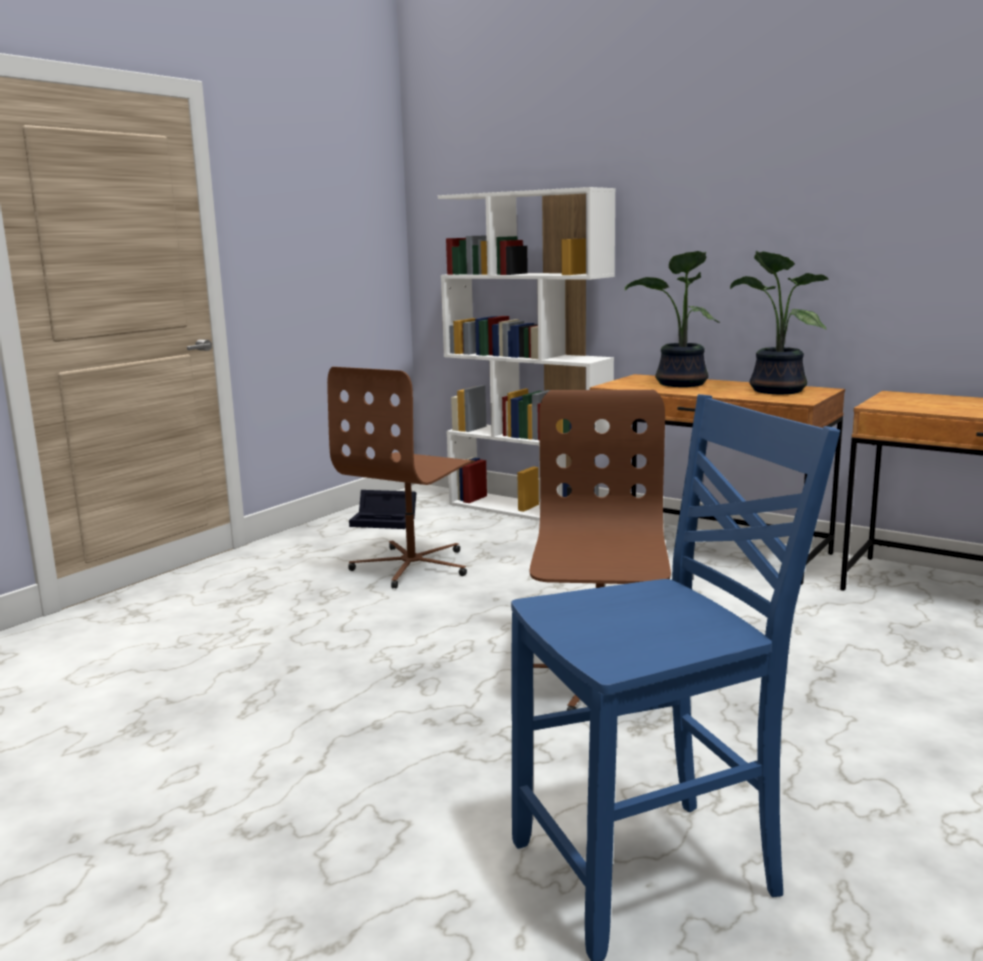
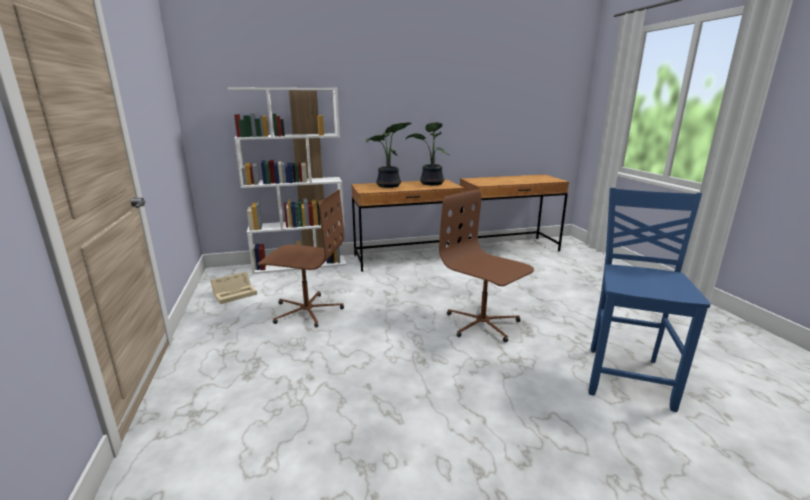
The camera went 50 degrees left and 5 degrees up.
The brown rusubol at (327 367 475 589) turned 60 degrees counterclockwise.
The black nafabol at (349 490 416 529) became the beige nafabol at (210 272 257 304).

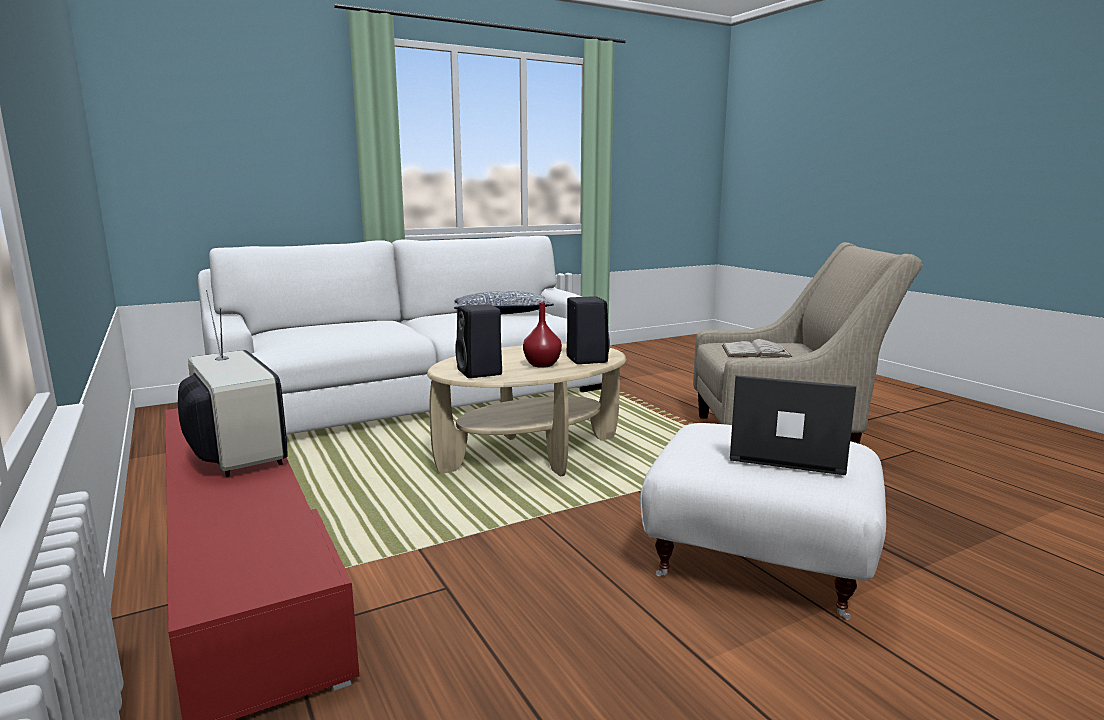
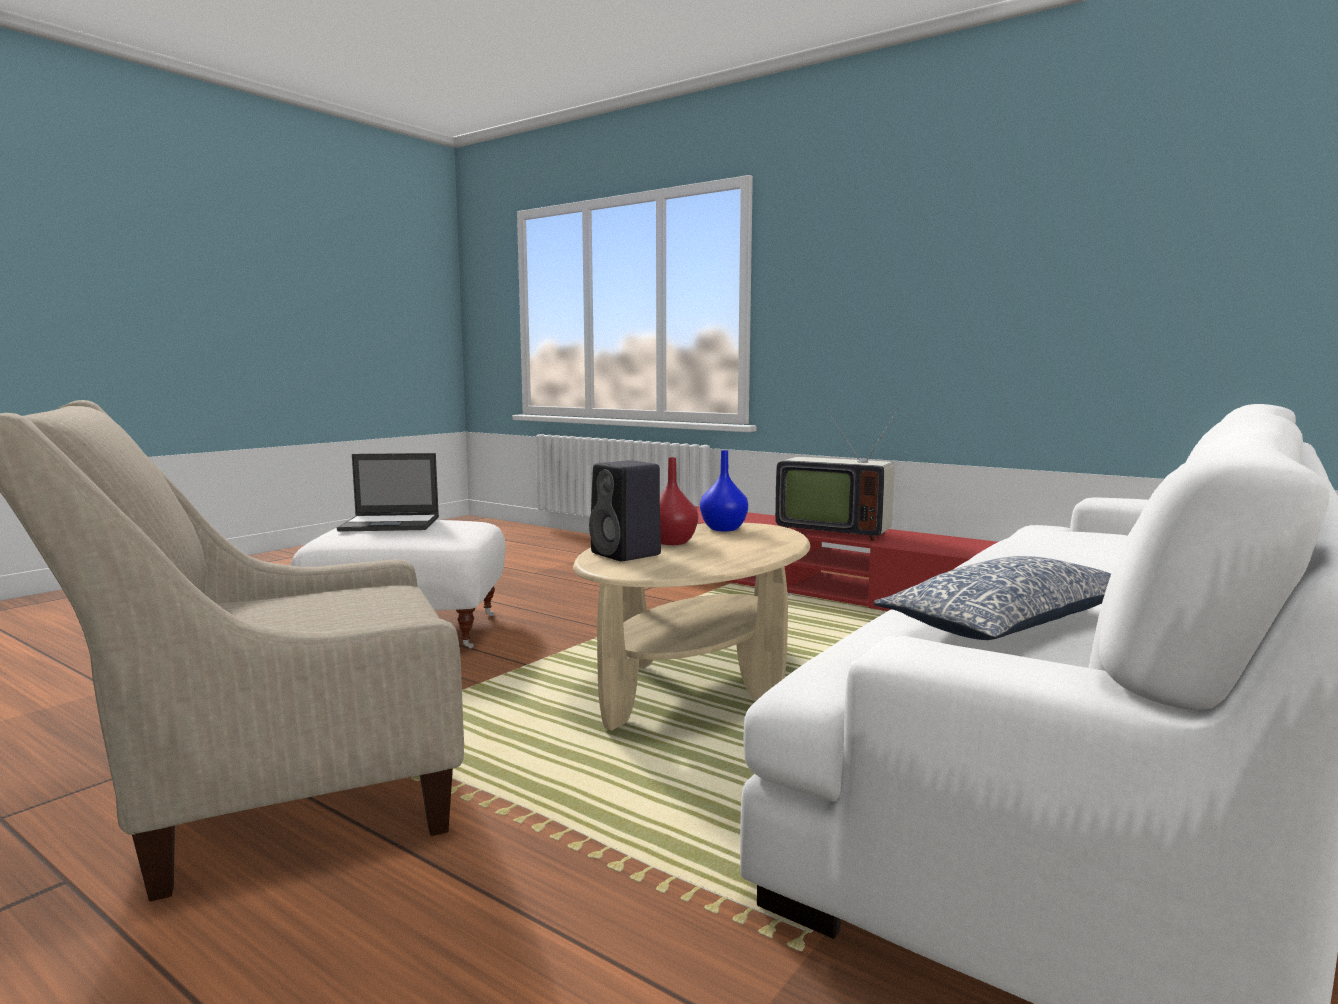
The camera went 155 degrees right and 5 degrees down.
The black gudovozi at (455 304 502 378) was replaced by the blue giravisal at (700 450 748 531).
The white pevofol at (722 339 792 358) disappeared.

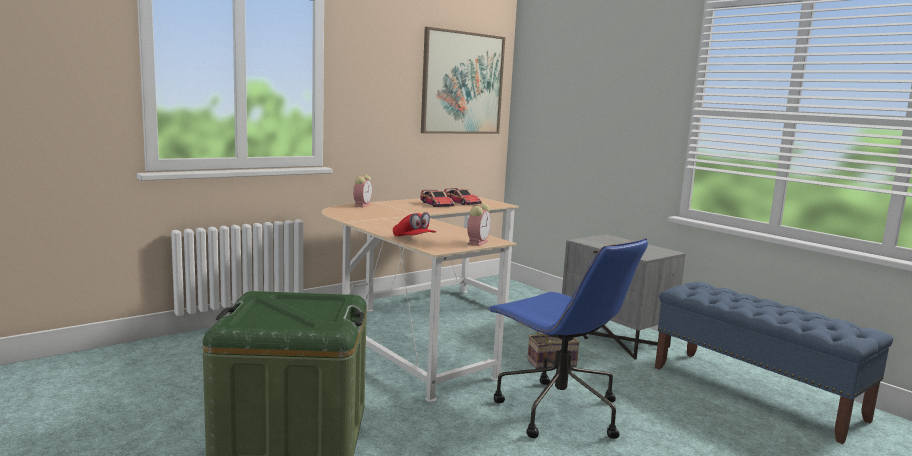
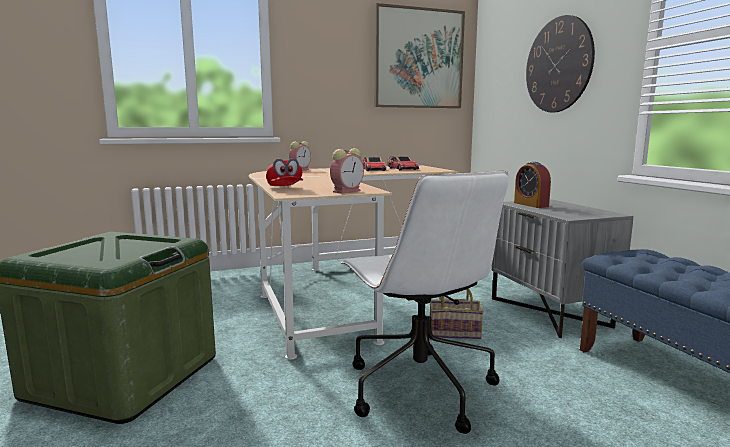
The camera went 20 degrees right and 0 degrees up.
The blue rusubol at (487 238 648 439) became the white rusubol at (341 171 509 434).
The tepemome at (514 162 551 208) appeared.
The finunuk at (526 15 595 112) appeared.

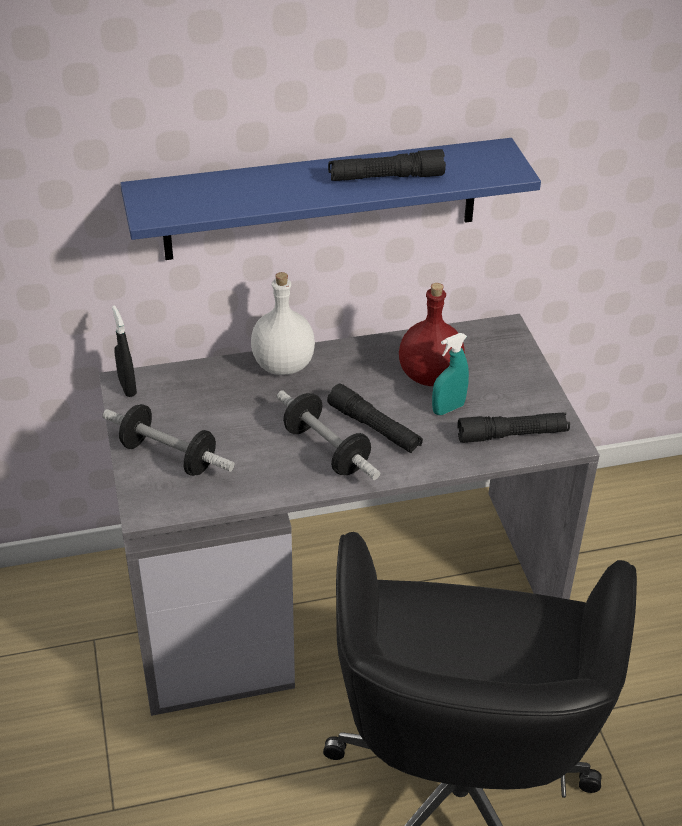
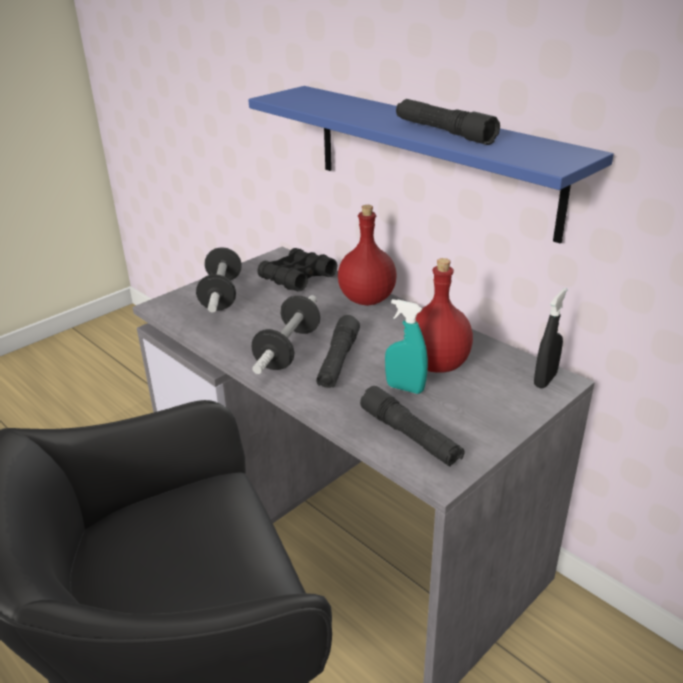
The camera went 60 degrees right and 10 degrees down.
The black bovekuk moved from (112 305 137 397) to (534 288 567 388).
The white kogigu at (251 272 315 375) became the red kogigu at (338 205 397 306).
The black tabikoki at (258 248 337 292) appeared.

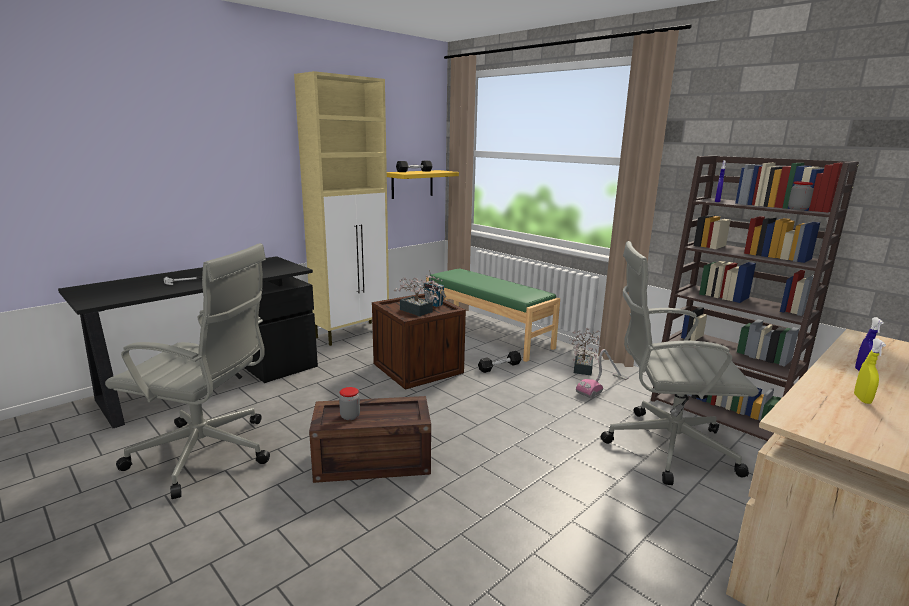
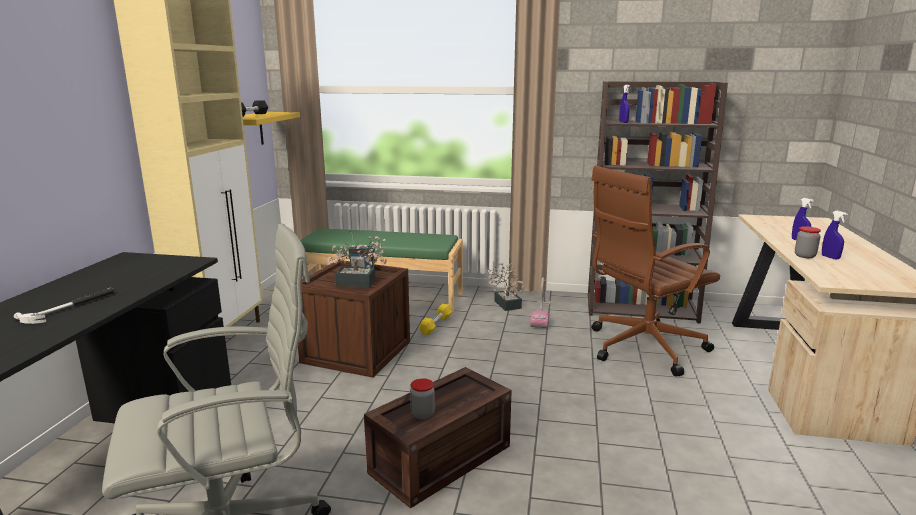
The camera went 35 degrees left and 0 degrees up.
The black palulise at (478 351 521 373) became the yellow palulise at (419 304 452 335).
The grey rusubol at (601 241 759 485) became the brown rusubol at (591 166 720 377).
The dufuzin moved from (788 181 814 210) to (795 226 821 258).
The yellow bovekuk at (854 338 886 404) became the blue bovekuk at (822 211 848 260).

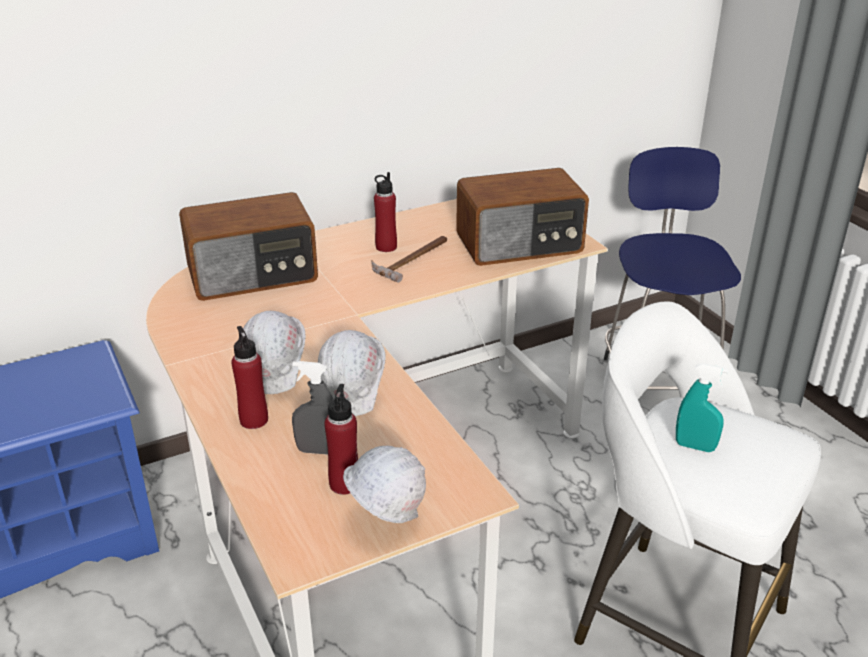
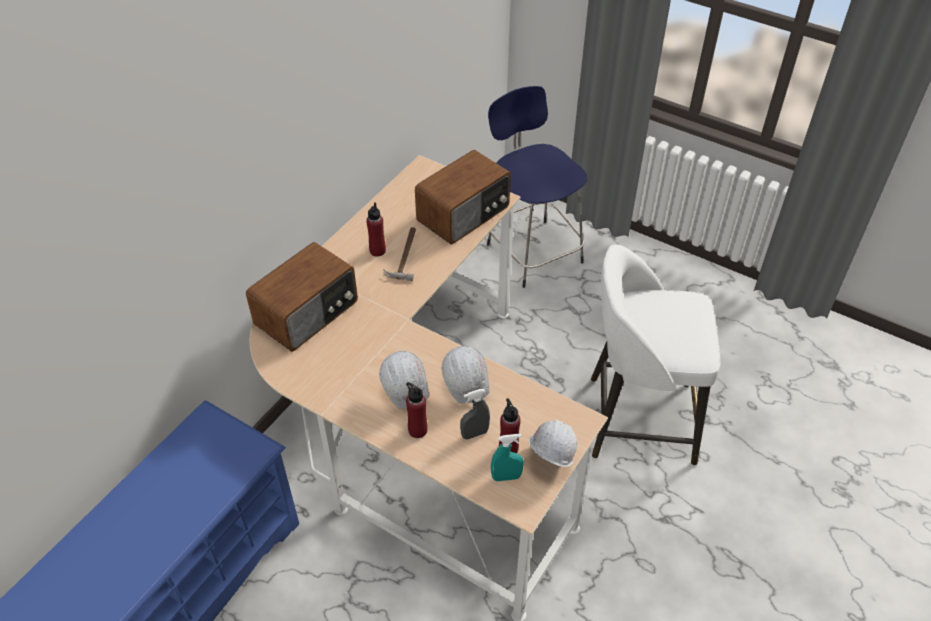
The camera went 30 degrees left and 15 degrees up.
The turquoise bovekuk moved from (676 363 729 452) to (491 434 524 481).

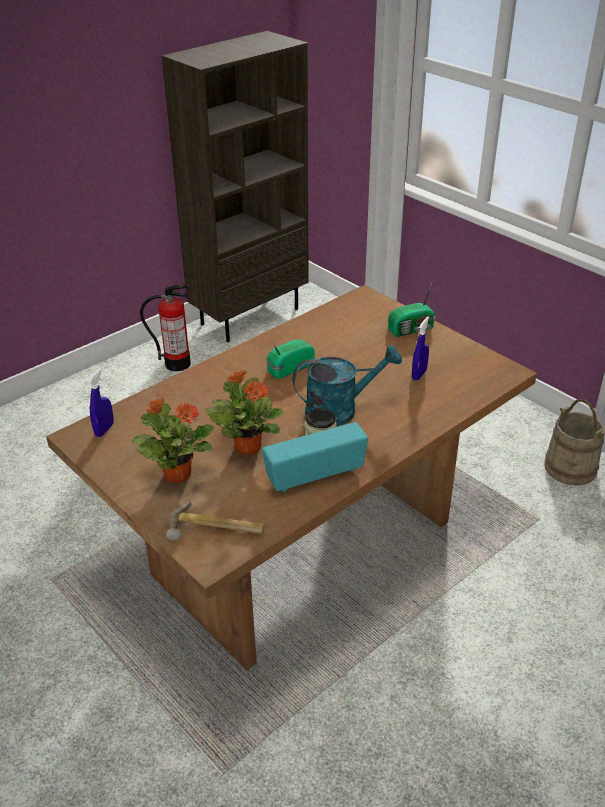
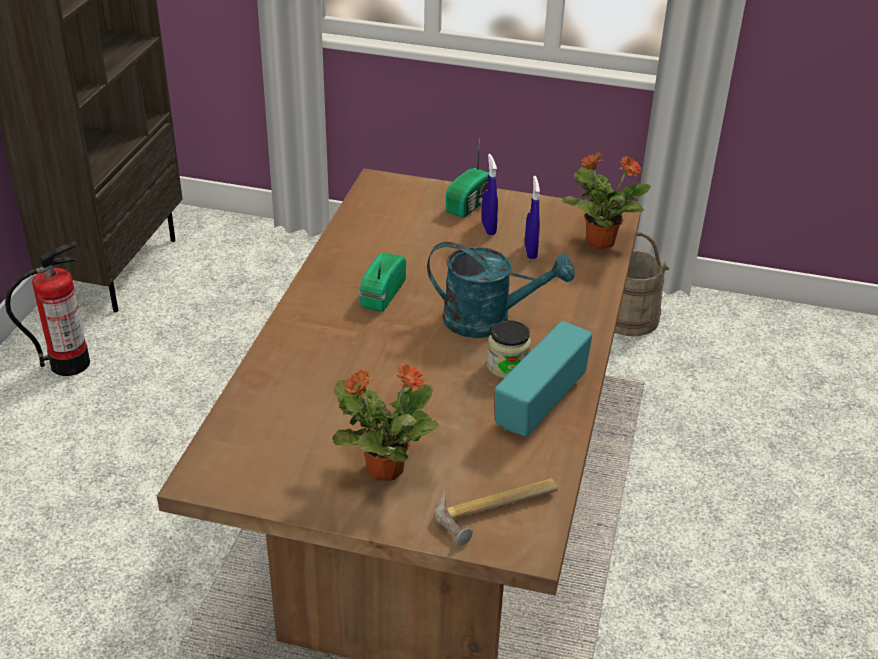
The camera went 35 degrees left and 0 degrees up.
The blue bovekuk moved from (88 368 114 437) to (481 154 498 235).
The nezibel moved from (206 370 283 454) to (562 152 651 249).
The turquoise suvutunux at (293 345 402 426) turned 60 degrees clockwise.

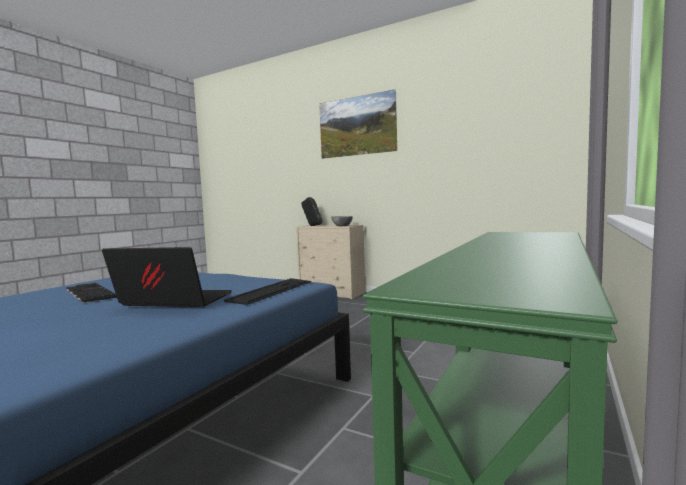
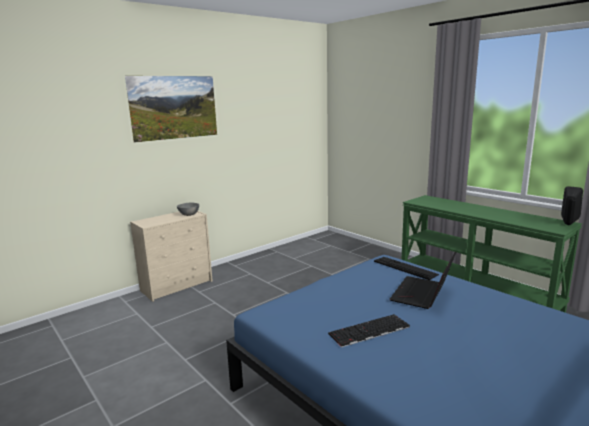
The camera went 70 degrees left and 10 degrees up.
The black gudovozi moved from (301 197 323 226) to (561 186 583 225).

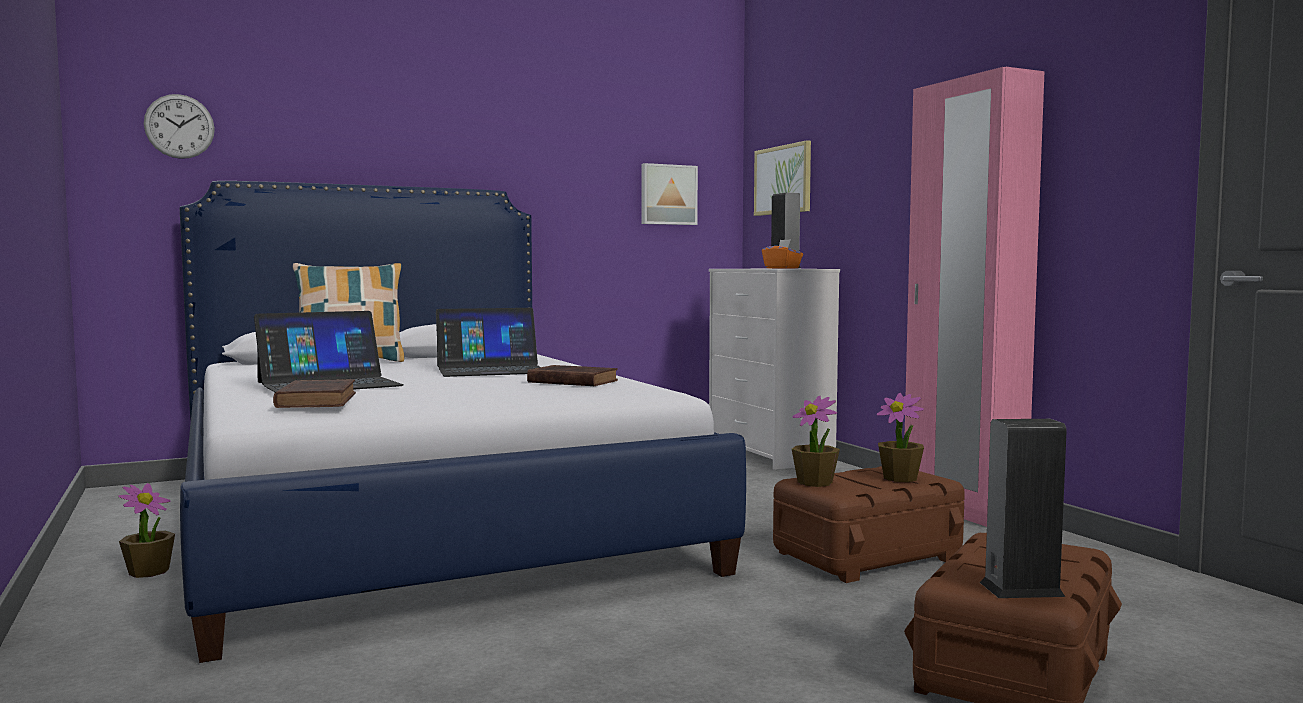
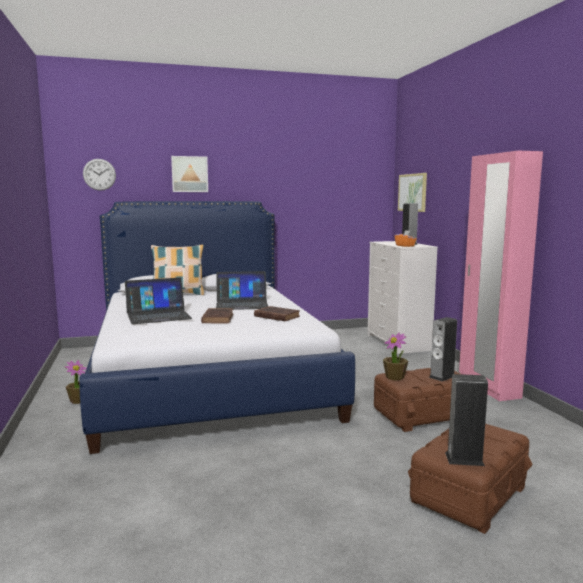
The camera went 10 degrees right and 5 degrees up.
The brown pevofol moved from (273 379 356 408) to (201 308 233 323).
The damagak moved from (641 163 698 225) to (171 156 208 192).
The nezibel at (877 393 924 482) was replaced by the gudovozi at (429 317 457 381).

